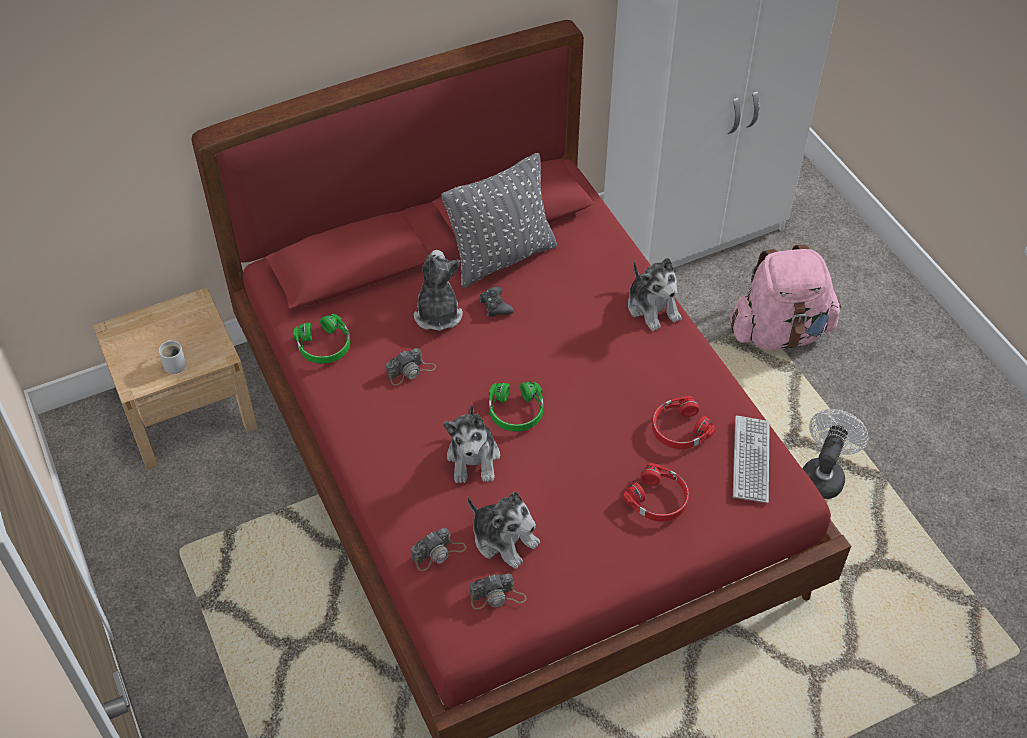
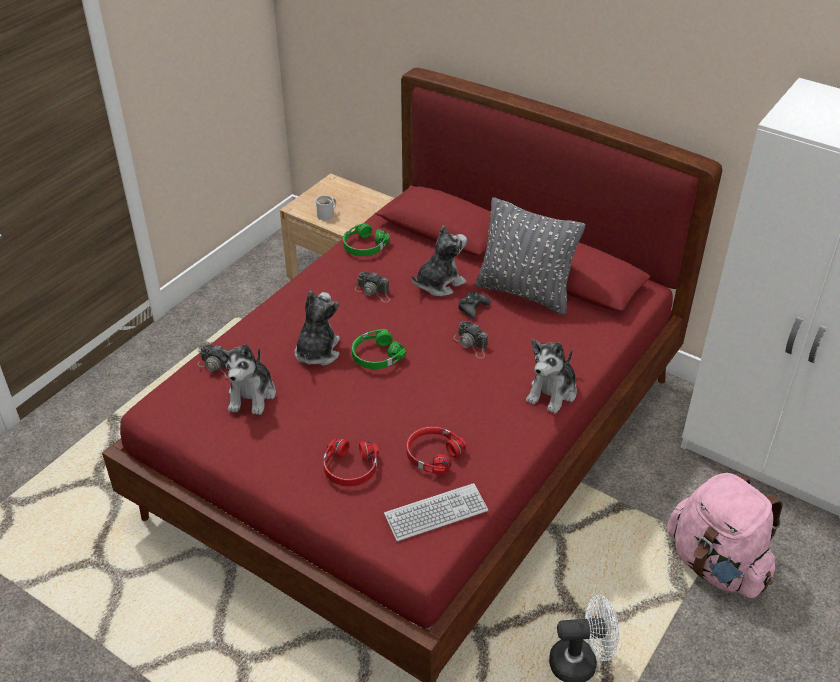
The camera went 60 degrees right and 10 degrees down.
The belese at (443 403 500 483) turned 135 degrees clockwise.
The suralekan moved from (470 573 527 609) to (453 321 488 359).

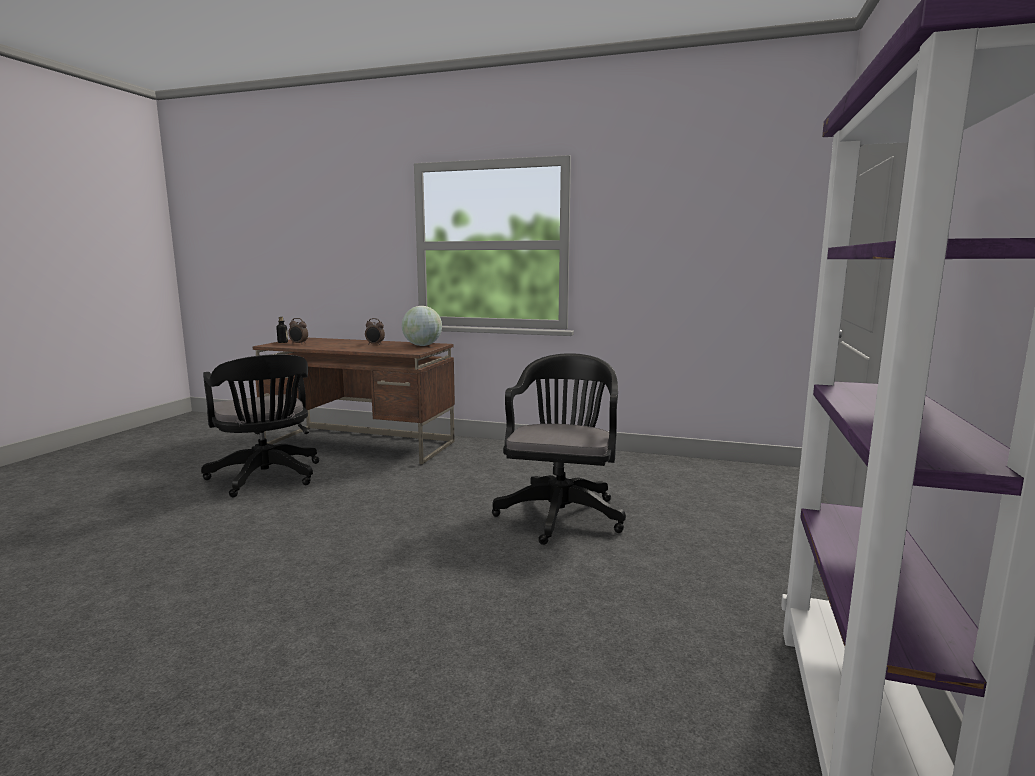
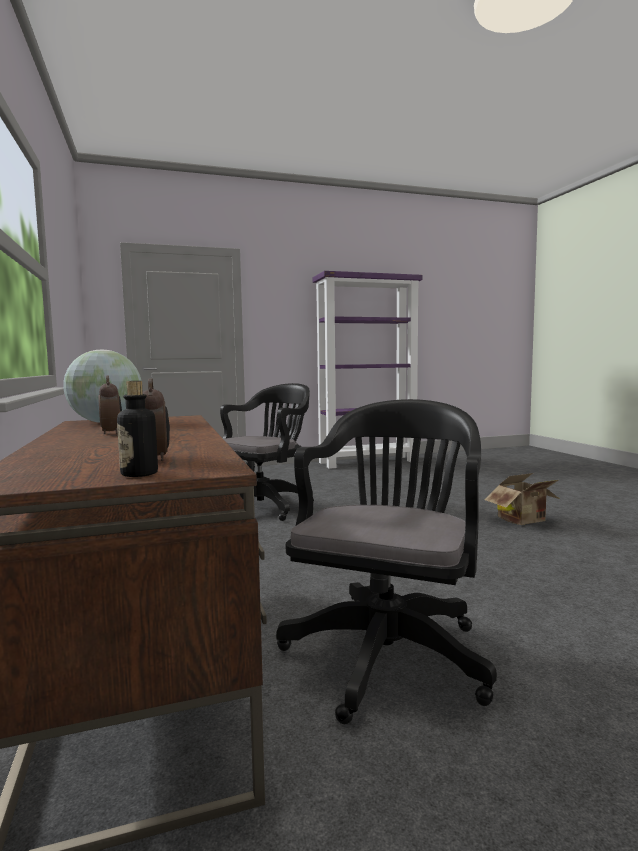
The camera went 125 degrees left and 5 degrees down.
The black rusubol at (492 353 626 545) turned 150 degrees clockwise.
The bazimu at (484 473 560 525) appeared.

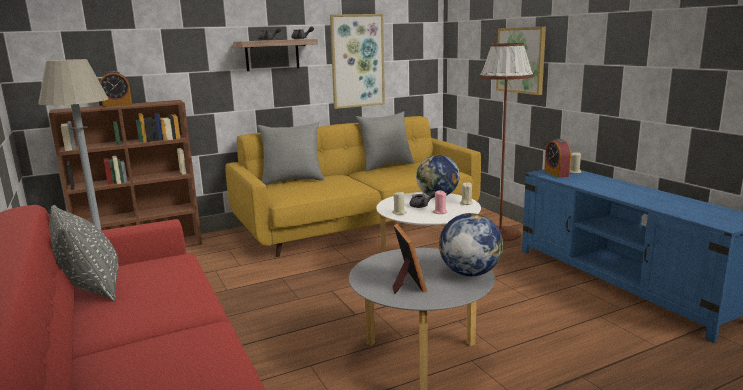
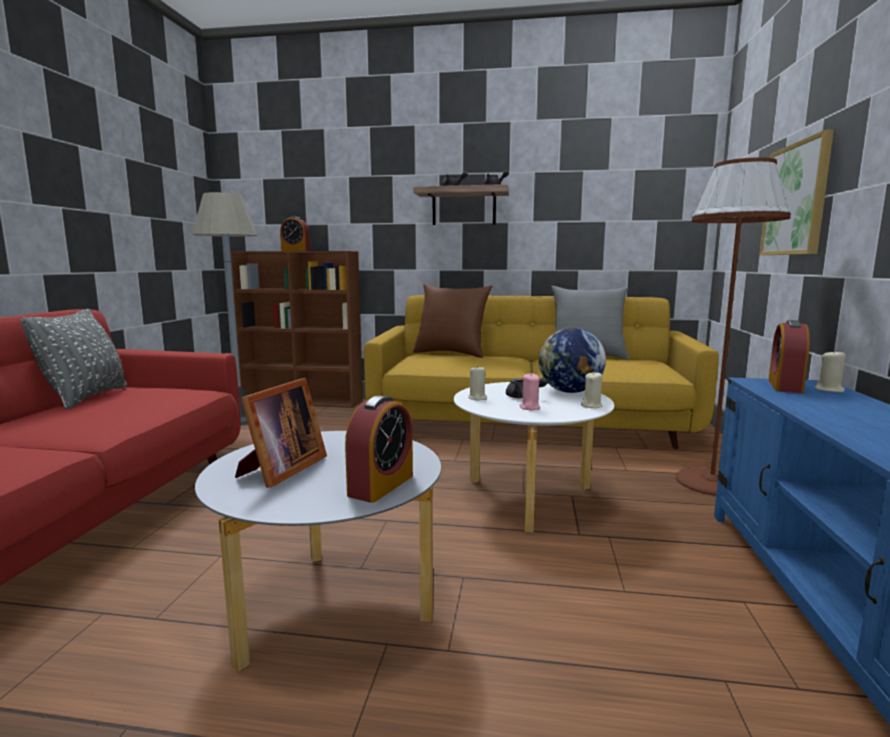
The camera went 35 degrees right and 5 degrees down.
The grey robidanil at (257 122 325 185) became the brown robidanil at (413 284 492 358).
The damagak at (330 14 385 109) disappeared.
The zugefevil at (439 213 503 276) was replaced by the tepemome at (345 395 413 503).

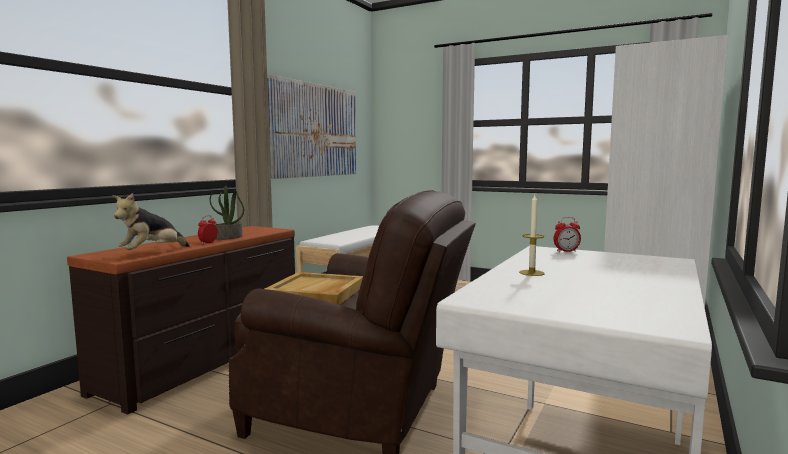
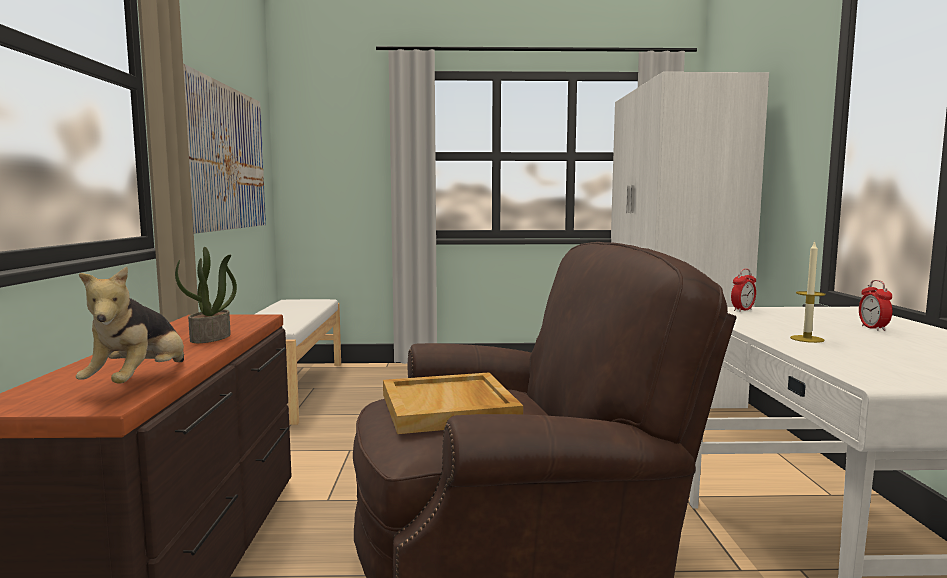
The camera went 30 degrees left and 0 degrees up.
The tepemome moved from (198 215 218 244) to (859 280 892 331).

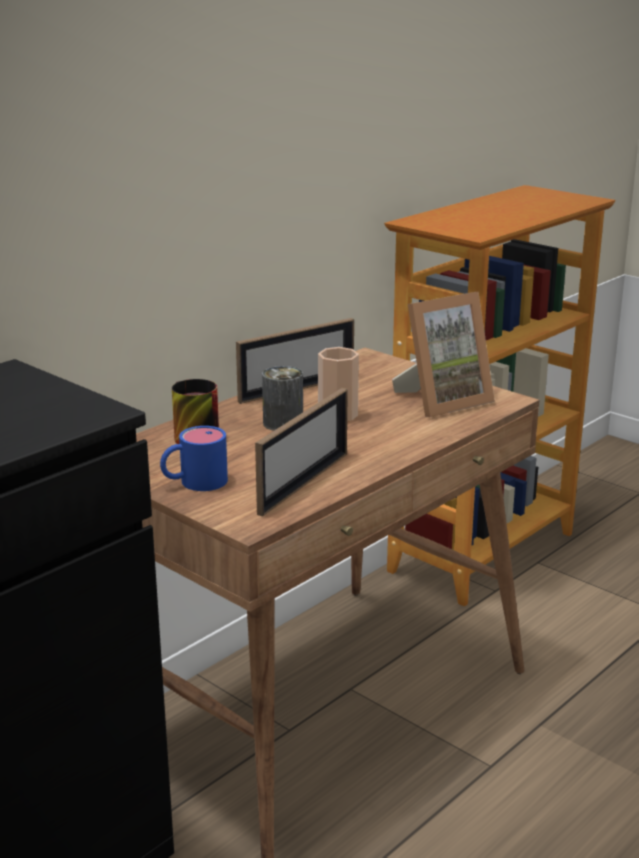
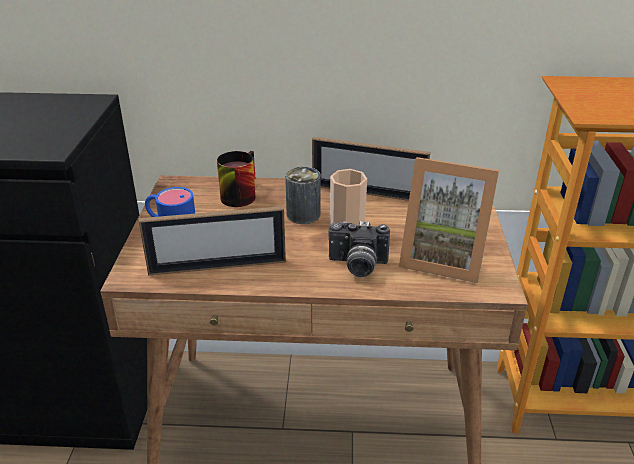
The camera went 50 degrees right and 10 degrees up.
The suralekan at (329 221 390 277) appeared.

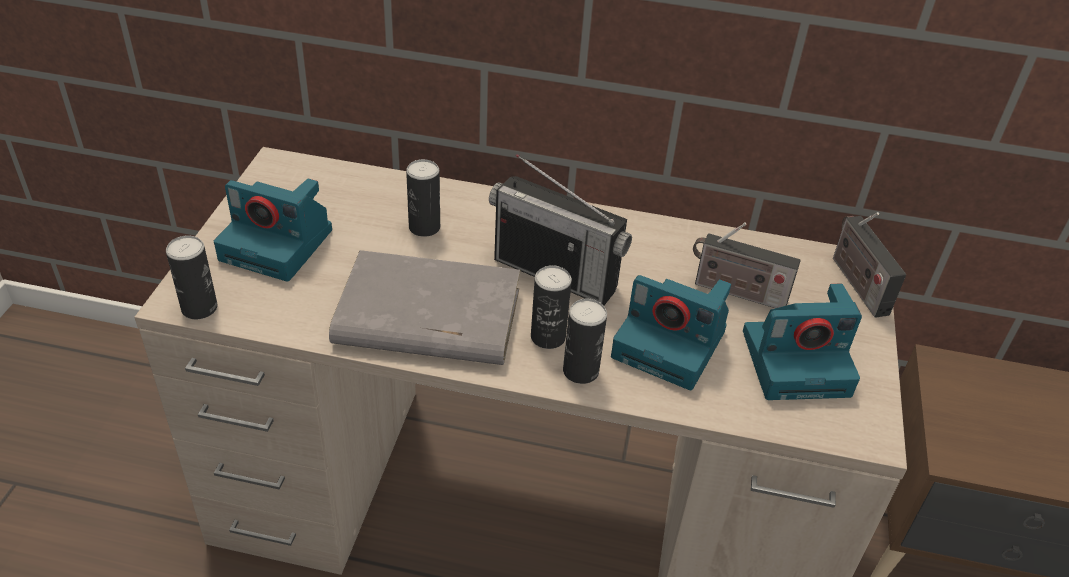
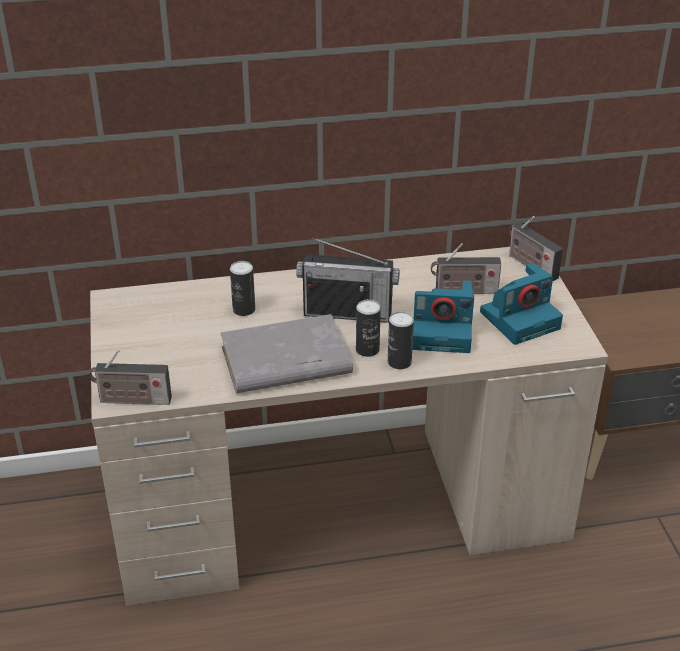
The camera went 20 degrees left and 5 degrees down.
The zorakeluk at (166 235 218 319) was replaced by the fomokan at (89 349 172 405).
The suralekan at (214 179 332 282) disappeared.

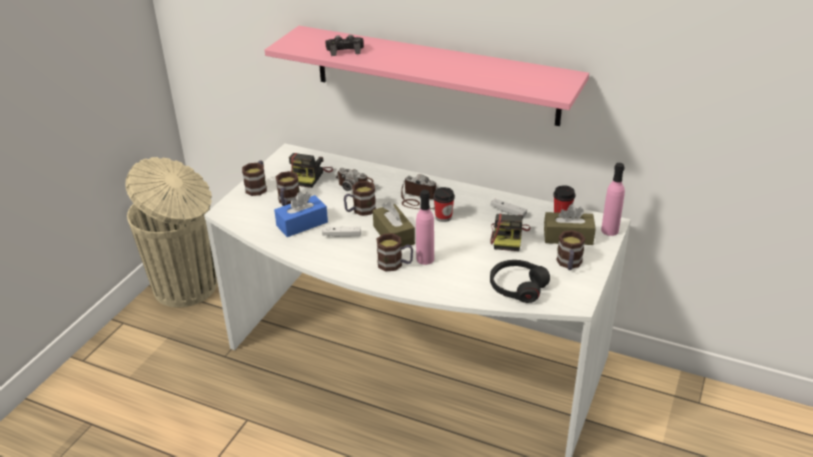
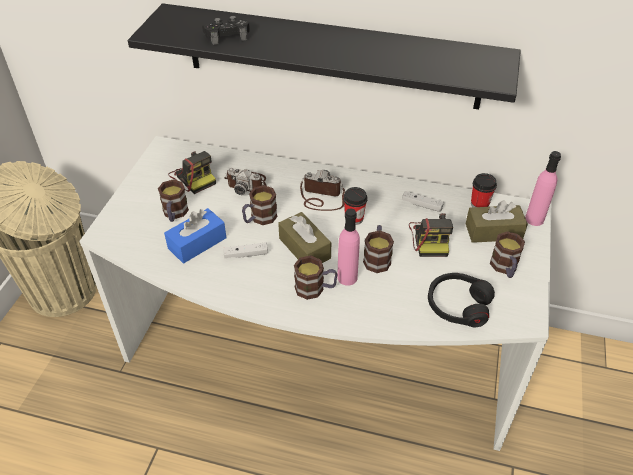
The camera went 10 degrees left and 10 degrees up.
The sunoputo moved from (242 161 267 196) to (363 225 394 273).
The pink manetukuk at (265 26 589 126) became the black manetukuk at (128 3 521 109).
The suralekan at (289 153 333 188) turned 45 degrees counterclockwise.

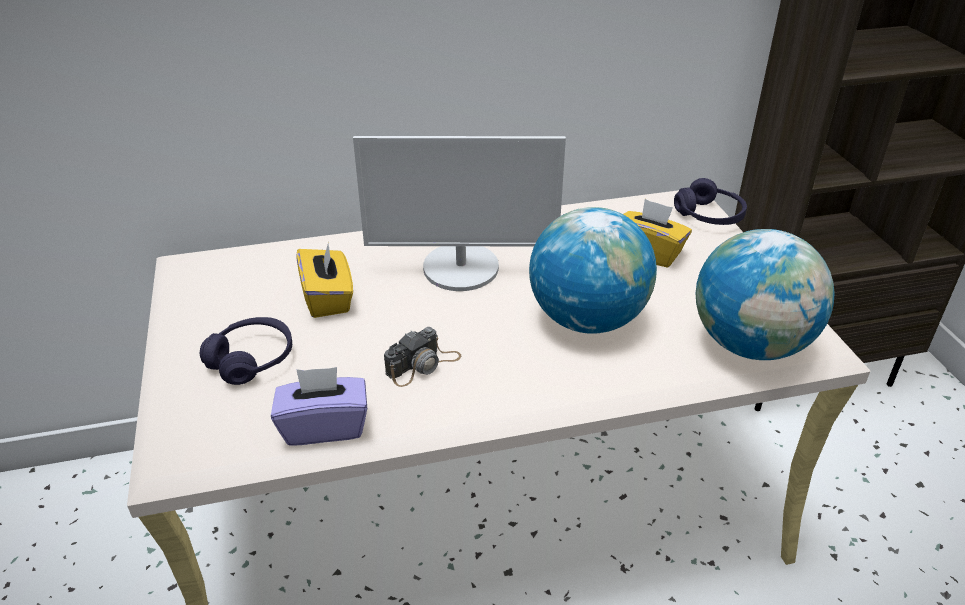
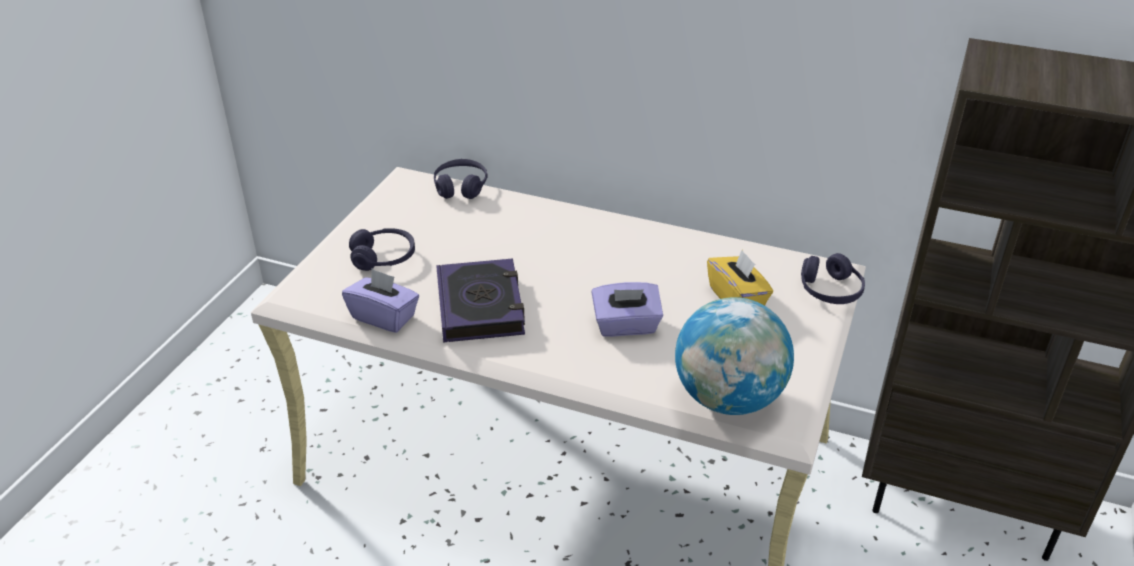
The camera went 35 degrees right and 0 degrees up.
The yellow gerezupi at (296 242 353 318) disappeared.
The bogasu at (353 136 566 291) disappeared.
The suralekan at (384 327 461 387) was replaced by the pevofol at (436 259 525 343).
The zugefevil at (529 207 657 334) was replaced by the purple gerezupi at (591 282 663 337).
The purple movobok at (434 159 488 199) appeared.

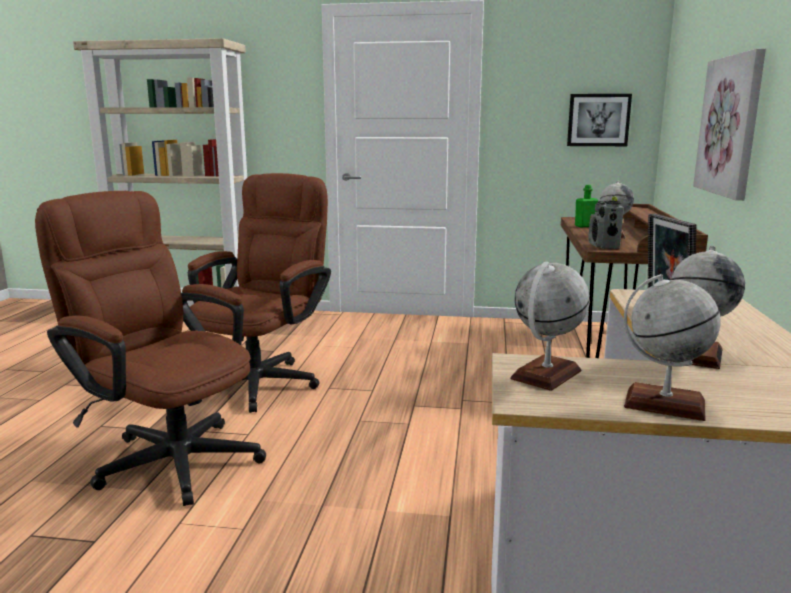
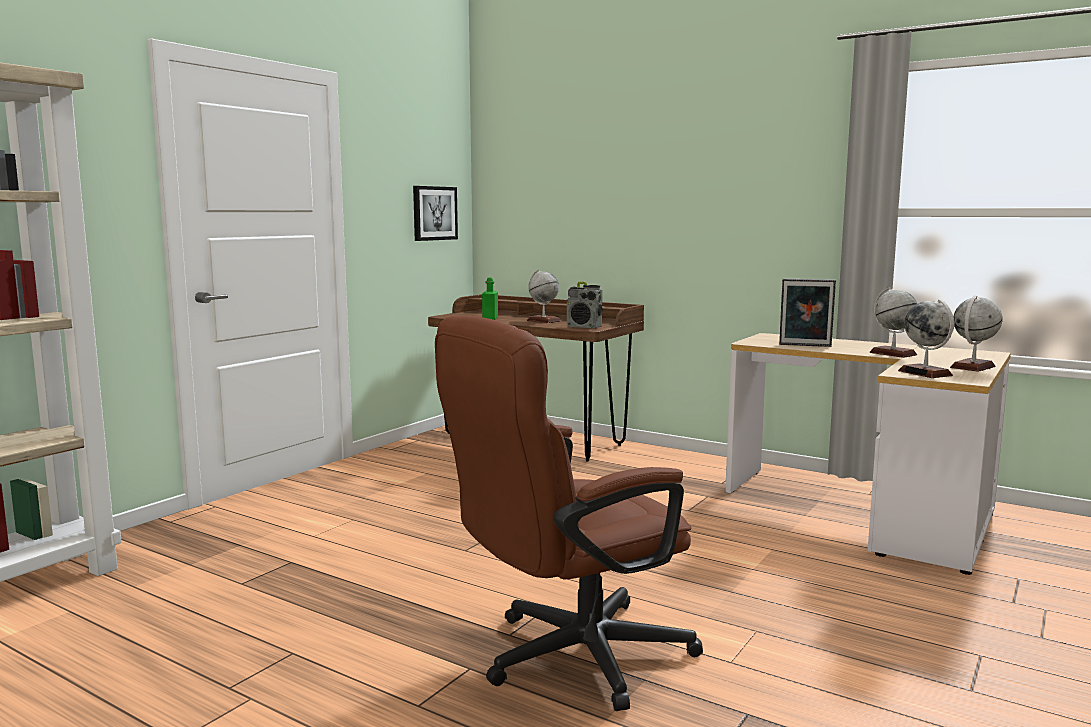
The camera went 65 degrees left and 5 degrees down.
The brown rusubol at (188 173 331 413) disappeared.
The damagak at (693 48 766 201) disappeared.

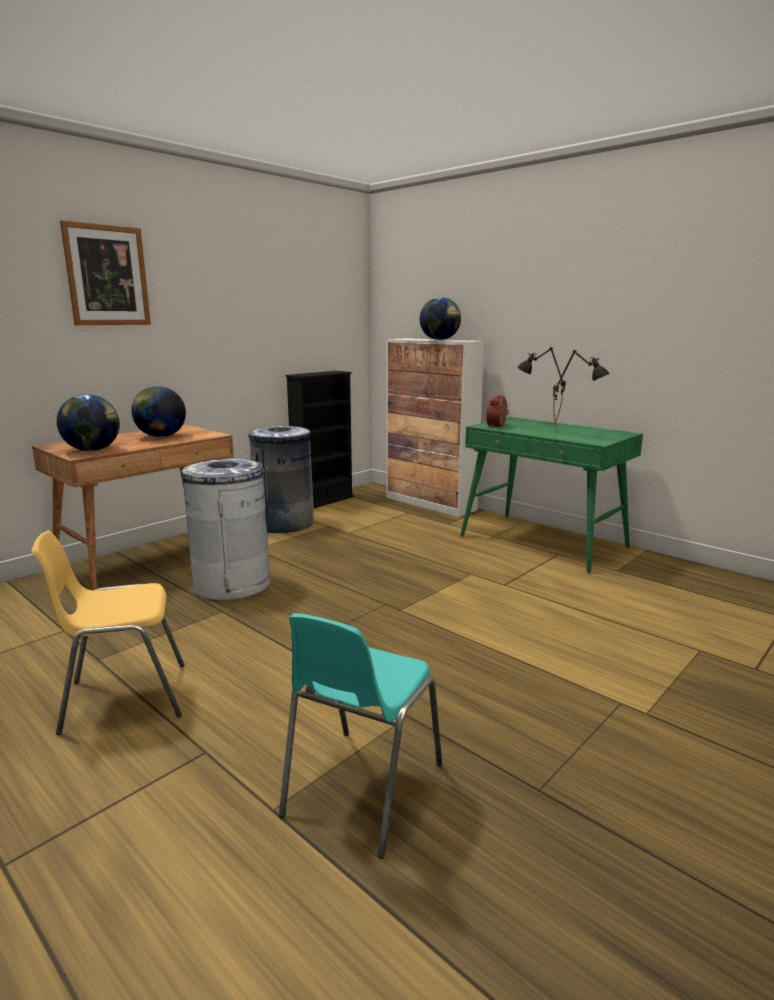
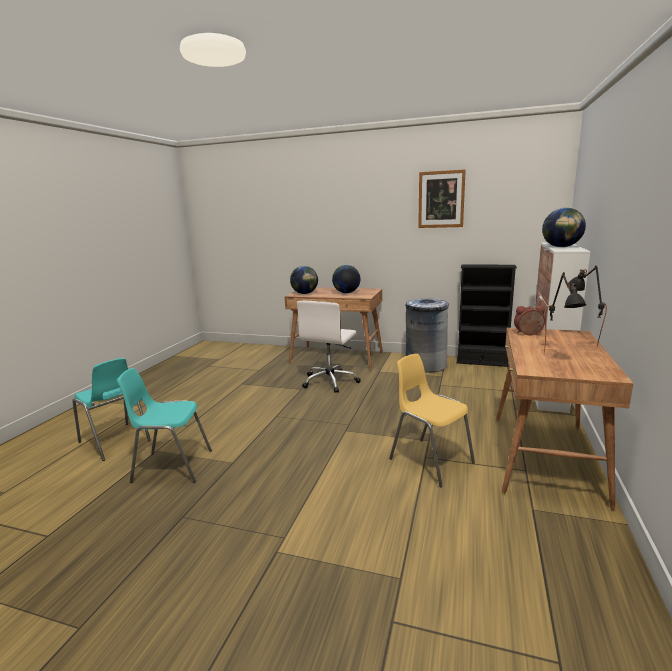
The camera went 65 degrees right and 0 degrees up.
The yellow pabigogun moved from (32 531 185 735) to (389 354 475 487).
The damagak moved from (60 220 151 325) to (418 169 466 228).
The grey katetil at (181 459 270 601) was replaced by the white rusubol at (297 301 361 393).
The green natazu at (461 417 643 573) became the brown natazu at (496 328 634 510).
The turquoise pabigogun at (72 358 151 461) appeared.

